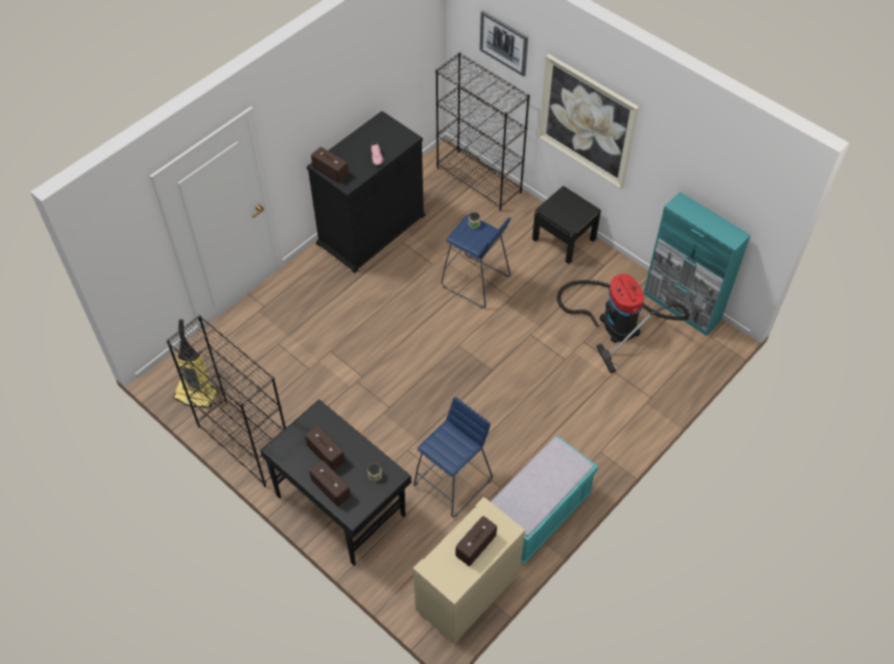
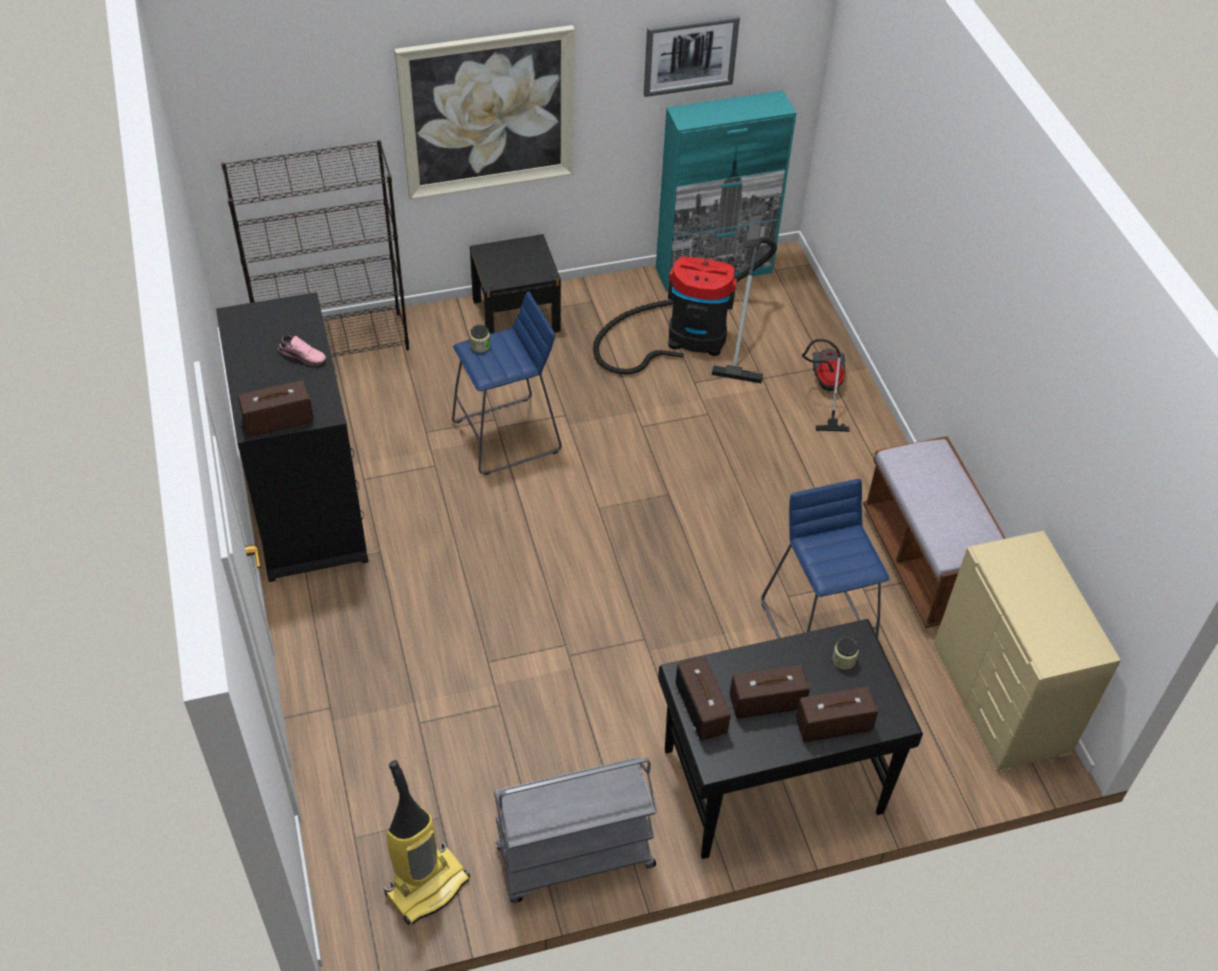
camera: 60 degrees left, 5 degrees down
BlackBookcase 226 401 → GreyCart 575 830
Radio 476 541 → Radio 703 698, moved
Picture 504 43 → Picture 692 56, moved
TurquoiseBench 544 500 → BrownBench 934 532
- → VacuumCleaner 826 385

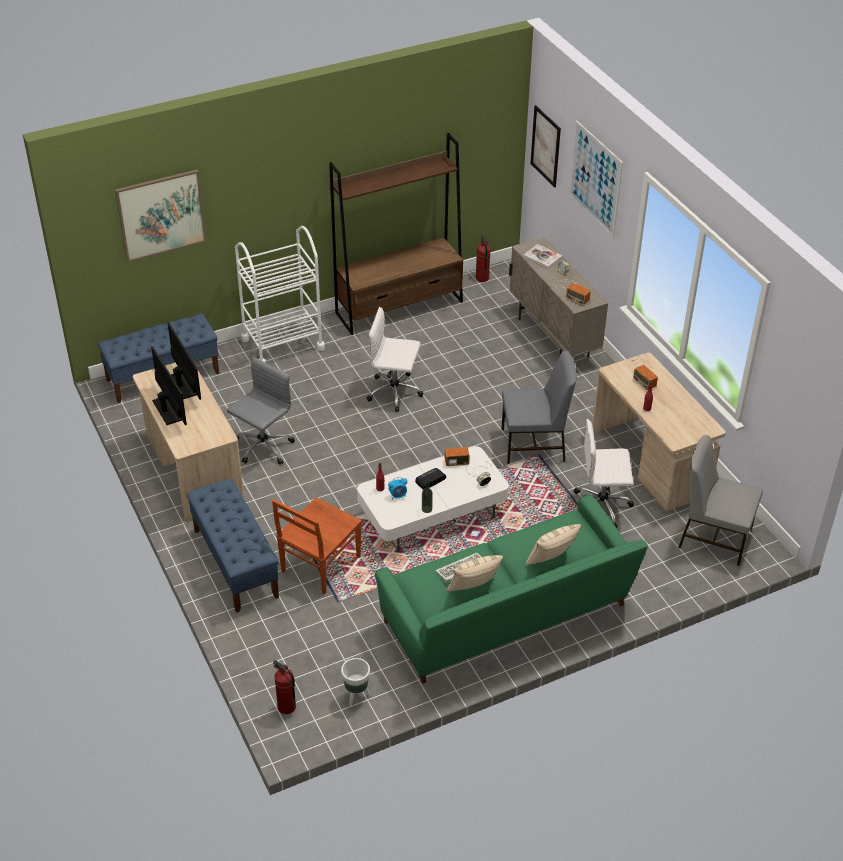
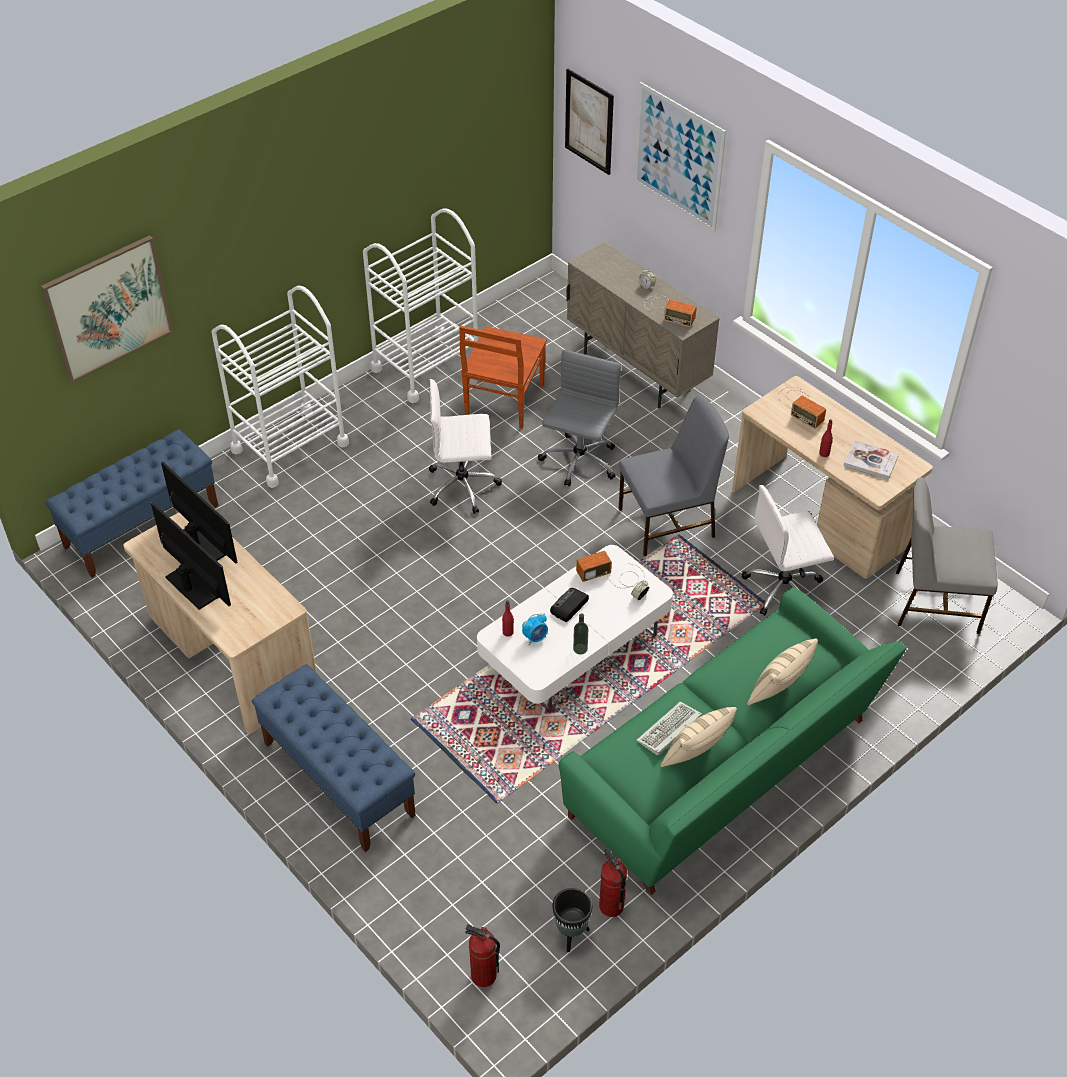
camera: 15 degrees left, 5 degrees up
GreyOfficeChair 261 411 → GreyOfficeChair 579 418, moved
BrownChair 317 545 → BrownChair 503 377, moved
BrownBookcase 396 234 → WhiteCart 420 305
WhitePlanter 355 682 → BlackPlanter 572 920
FireExtinguisher 483 258 → FireExtinguisher 613 882, moved
Book 543 256 → Book 871 460, moved

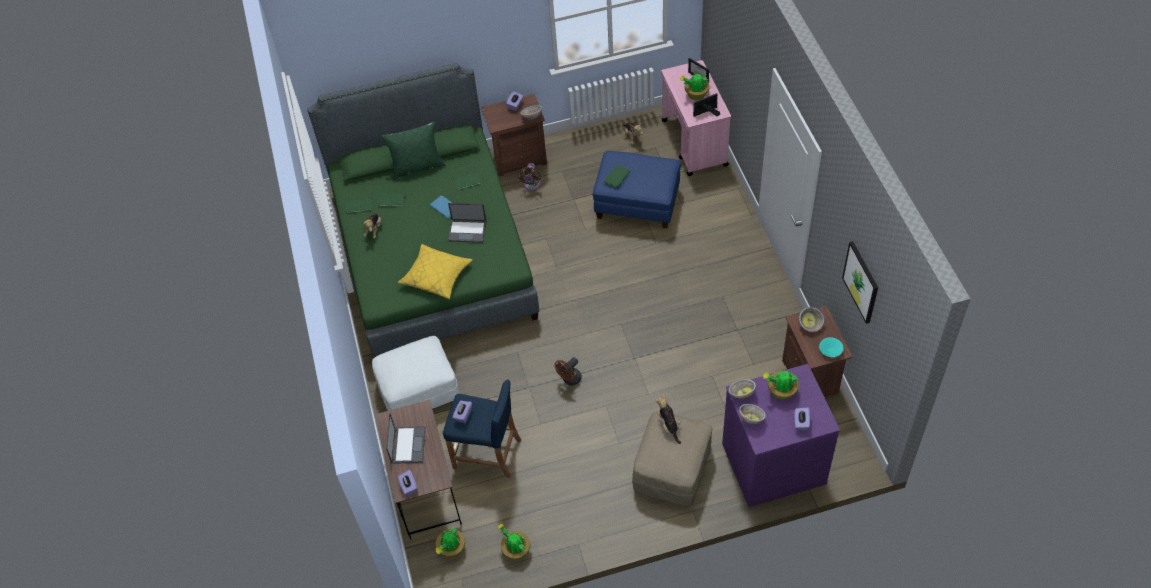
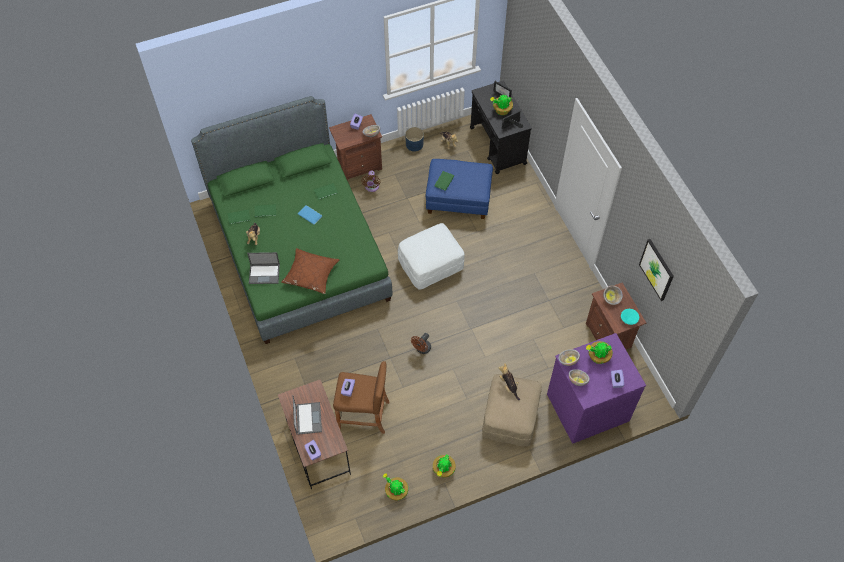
camera: 10 degrees left, 5 degrees up
WhiteOttoman 415 373 → WhiteOttoman 431 256, moved
GreenPillow 413 150 → -
YellowPillow 435 271 → BrownPillow 310 271
PottedPlant 450 542 → PottedPlant 444 465, moved
BlueStool 482 429 → BrownStool 361 397
Laptop 467 223 → Laptop 263 268, moved
PinkCart 696 118 → BlackCart 501 127
- → BluePlanter 414 139

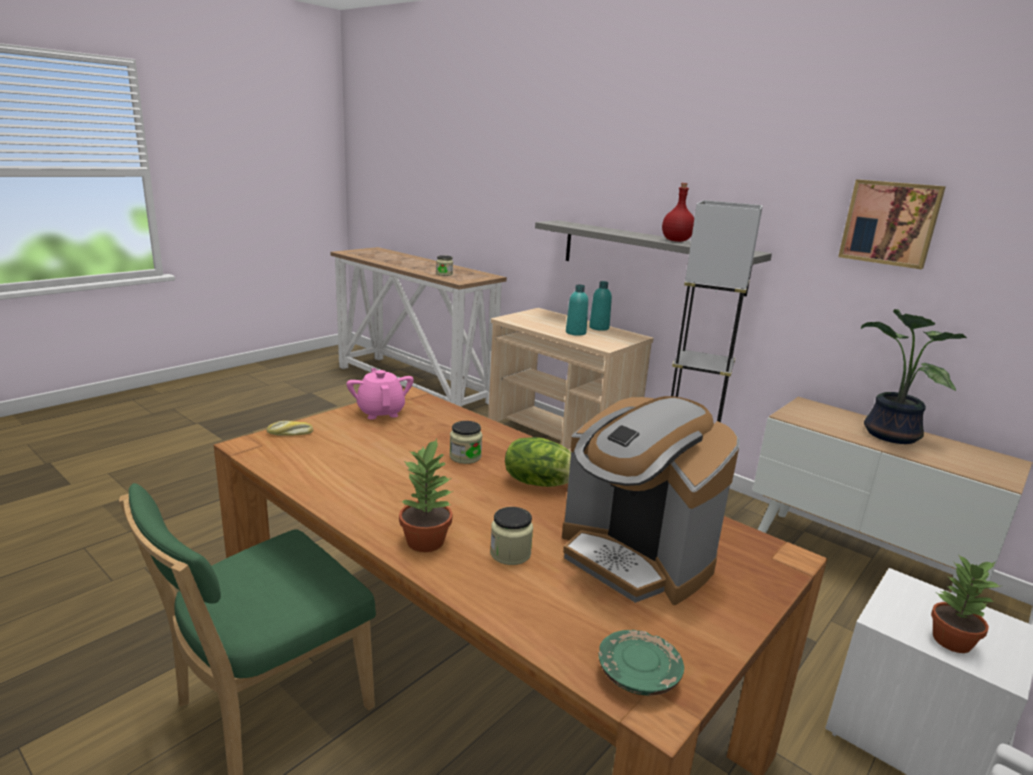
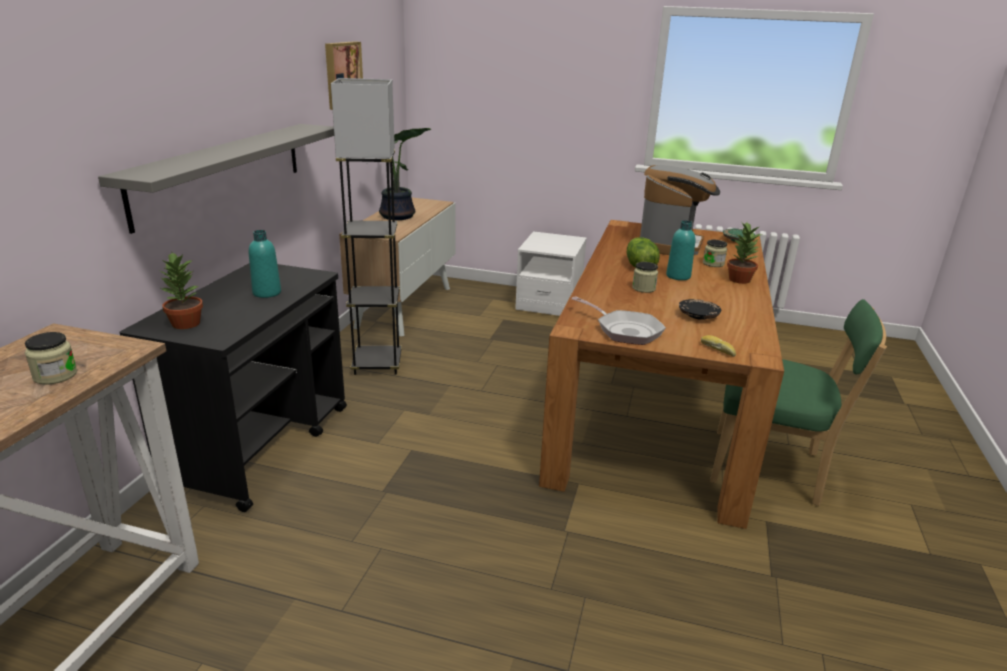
camera: 115 degrees left, 5 degrees up
PinkTeapot 380 393 → FryingPan 618 320
BeigeCart 570 380 → BlackCart 233 387
TurquoiseBottle 600 306 → TurquoiseBottle 680 250, moved
RedBottle 678 212 → -
PottedPlant 965 603 → PottedPlant 181 290, moved
- → BlackPlate 700 309

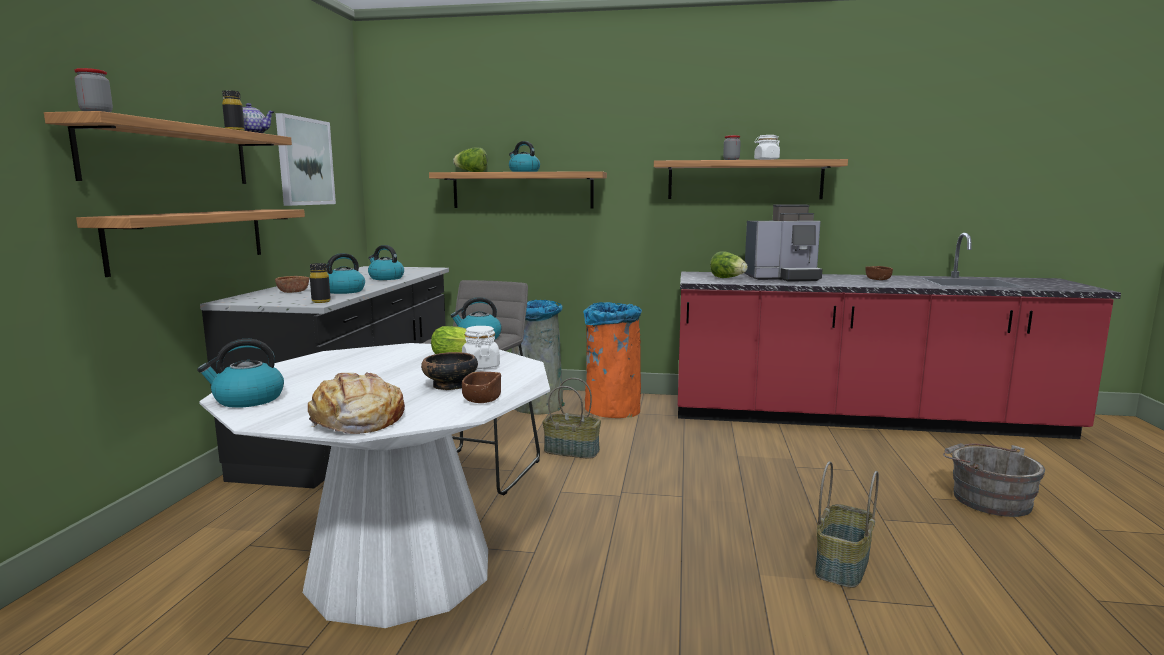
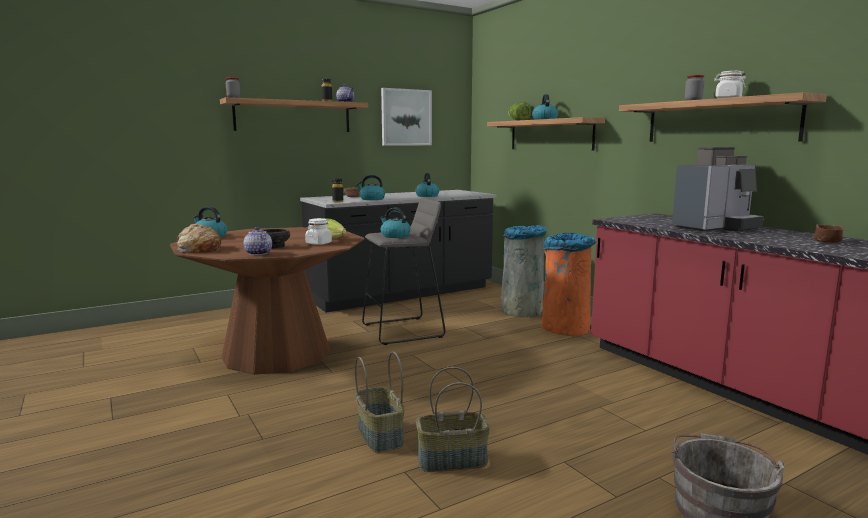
camera: 50 degrees right, 0 degrees up
Shelf 190 243 → -
WhiteDiningTable 374 485 → BrownDiningTable 267 301
BrownBowl 481 387 → Teapot 258 241
Basket 572 418 → Basket 380 402, moved
Lettuce 729 264 → -
CoffeeMachine 783 243 → CoffeeMachine 718 189, 75 degrees counterclockwise

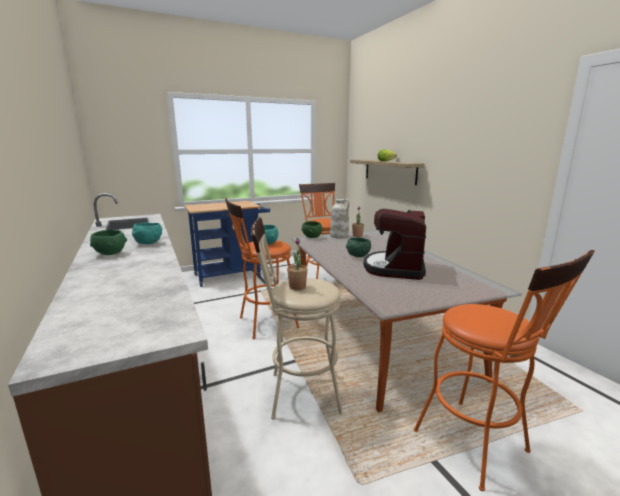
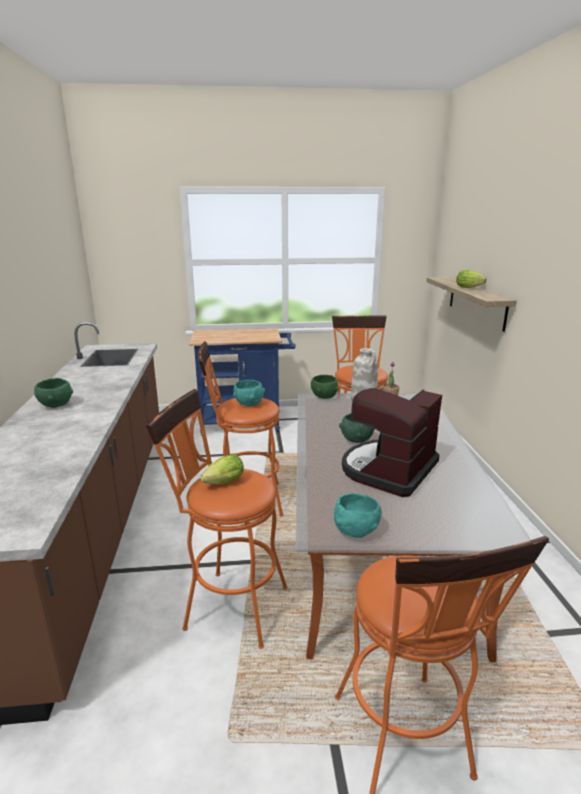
camera: 20 degrees right, 5 degrees up
TurquoiseBowl 147 233 → TurquoiseBowl 358 515, moved
BeigeStool 297 318 → OrangeStool 217 519
PottedPlant 297 264 → Lettuce 222 469

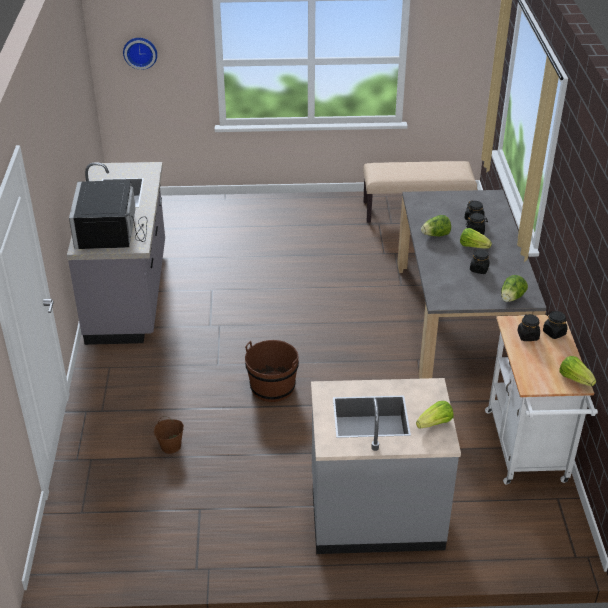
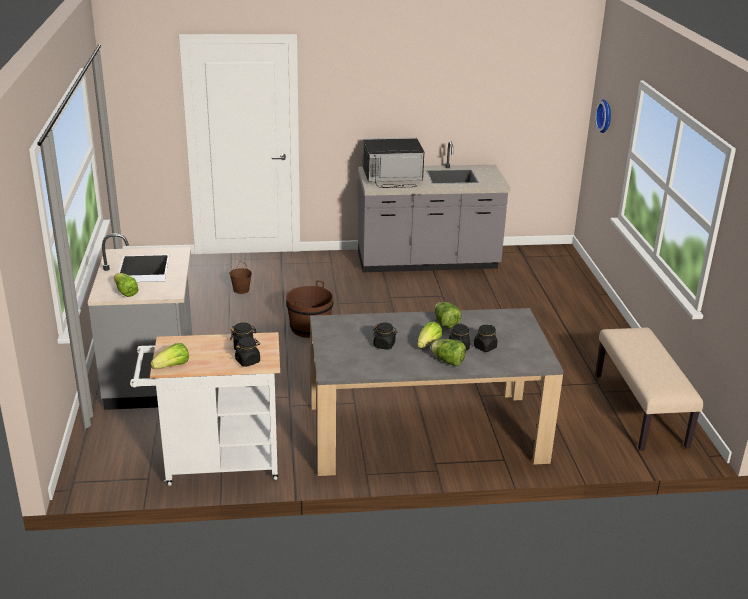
camera: 85 degrees right, 10 degrees down
Lettuce 514 288 → Lettuce 448 352, moved

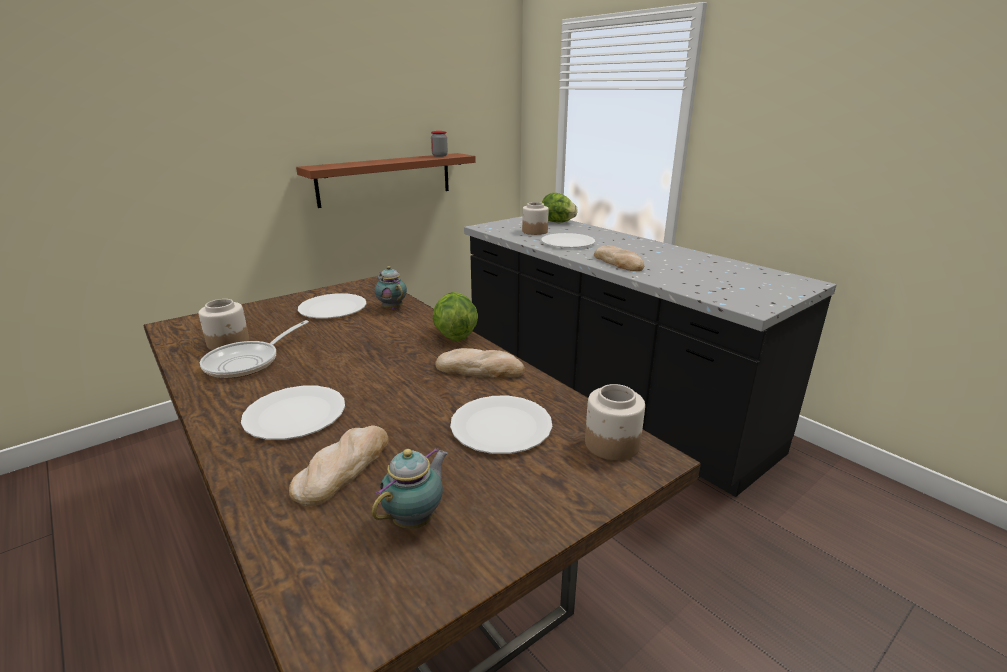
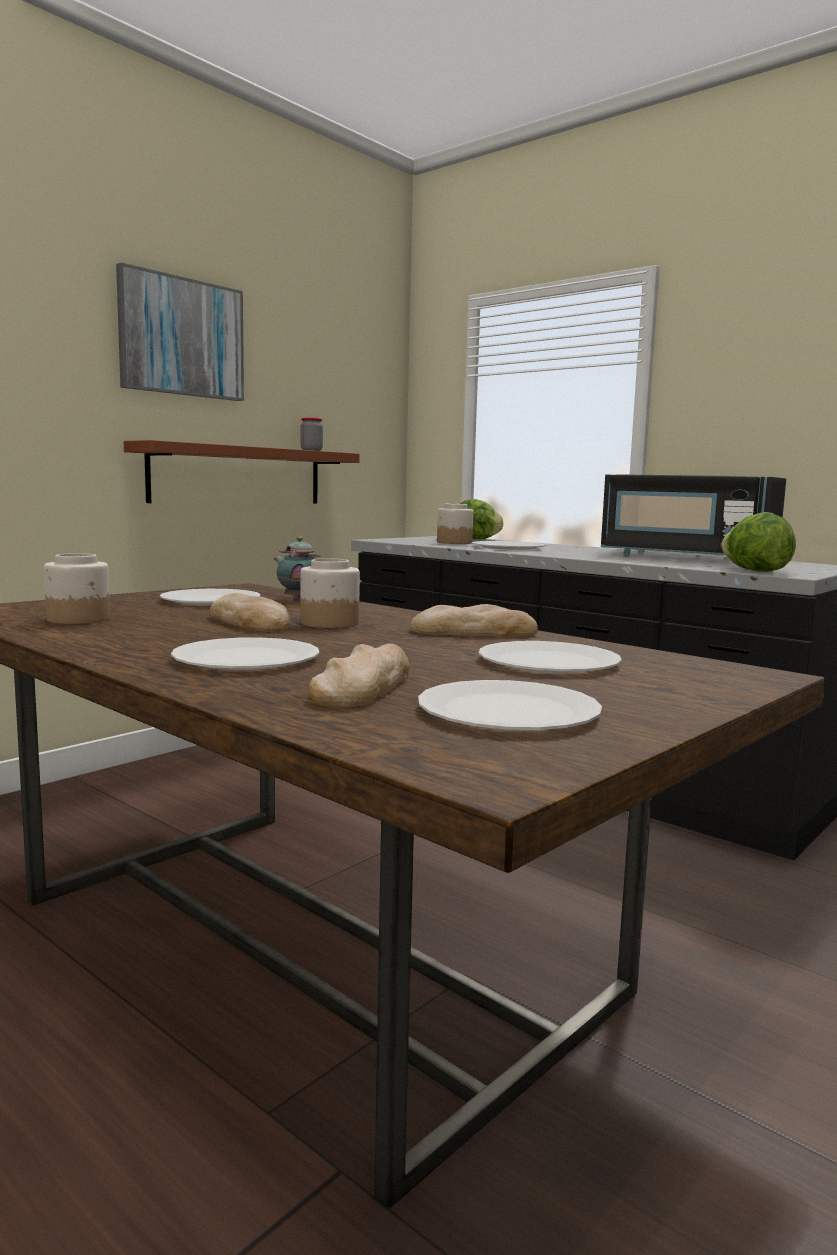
camera: 10 degrees left, 15 degrees down
FryingPan 254 349 → -
Teapot 410 488 → WhitePlate 510 705
Lettuce 455 316 → Lettuce 758 542, moved
Jar 615 422 → Jar 330 593, moved
Bread 619 258 → Bread 250 612, moved
- → Picture 180 332
- → BlackMicrowave 693 514

